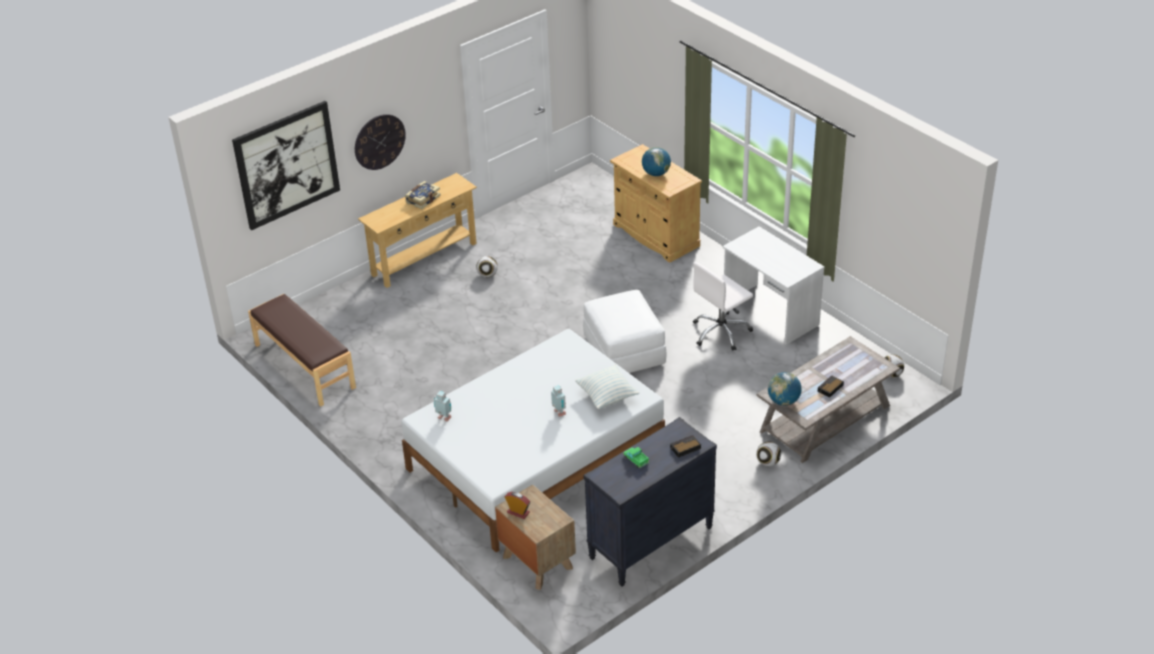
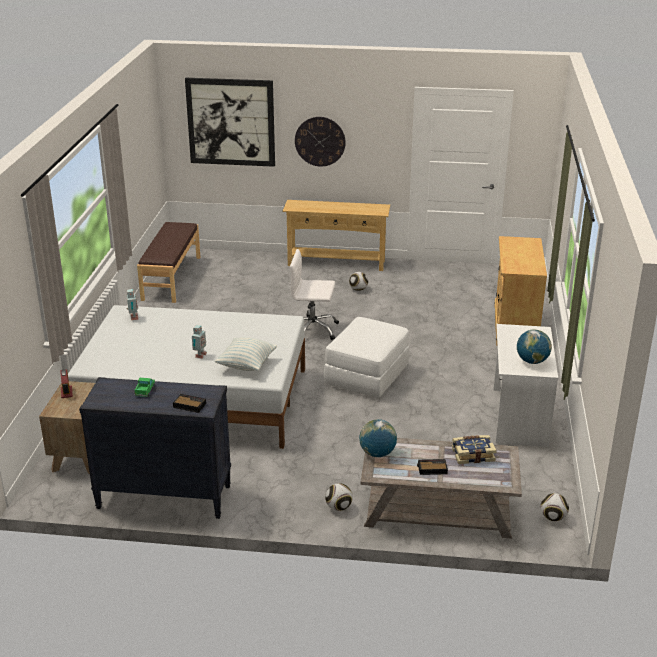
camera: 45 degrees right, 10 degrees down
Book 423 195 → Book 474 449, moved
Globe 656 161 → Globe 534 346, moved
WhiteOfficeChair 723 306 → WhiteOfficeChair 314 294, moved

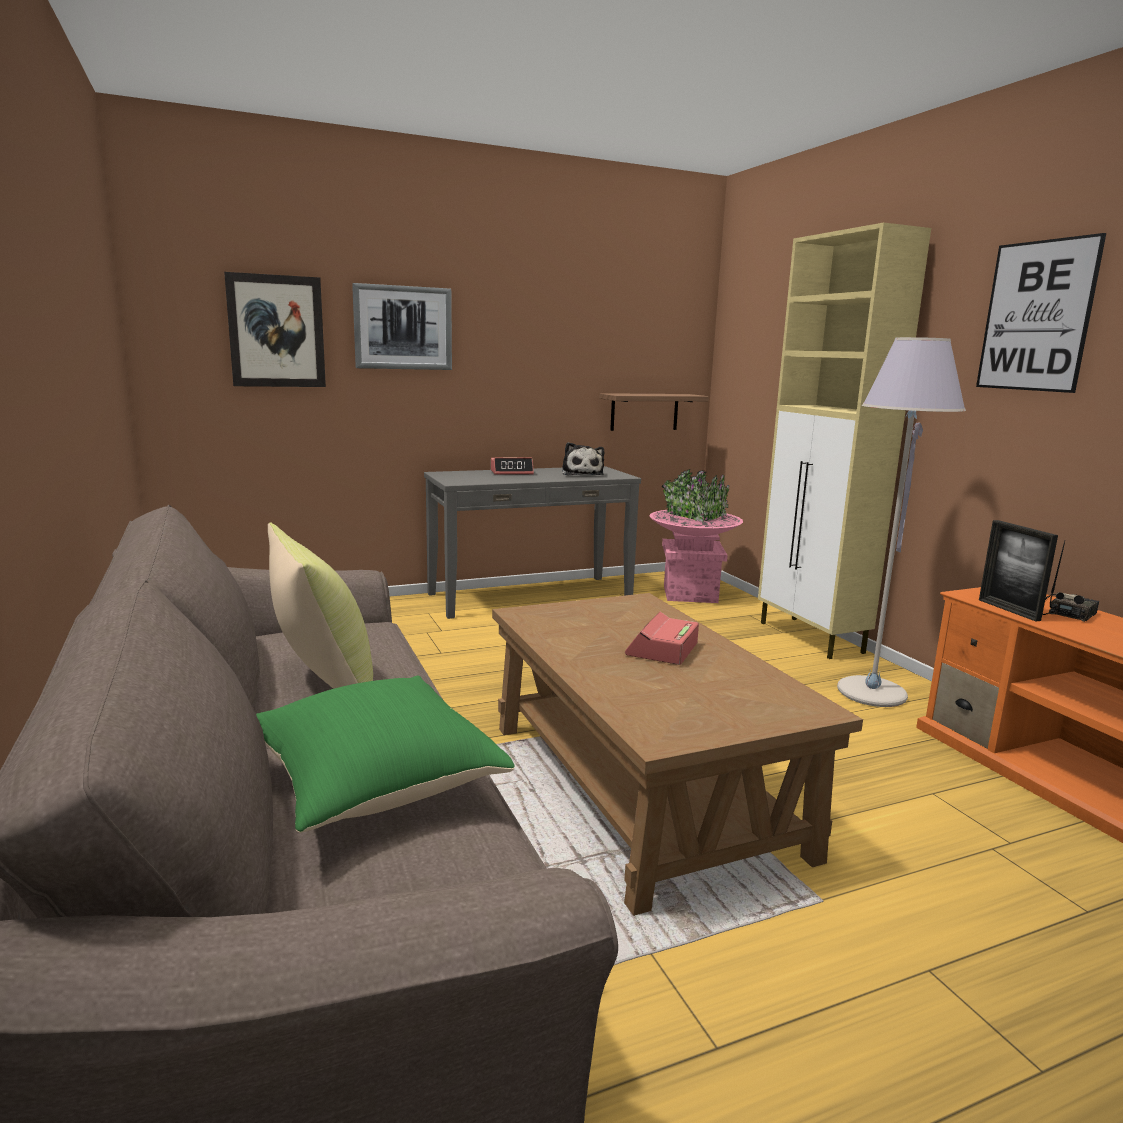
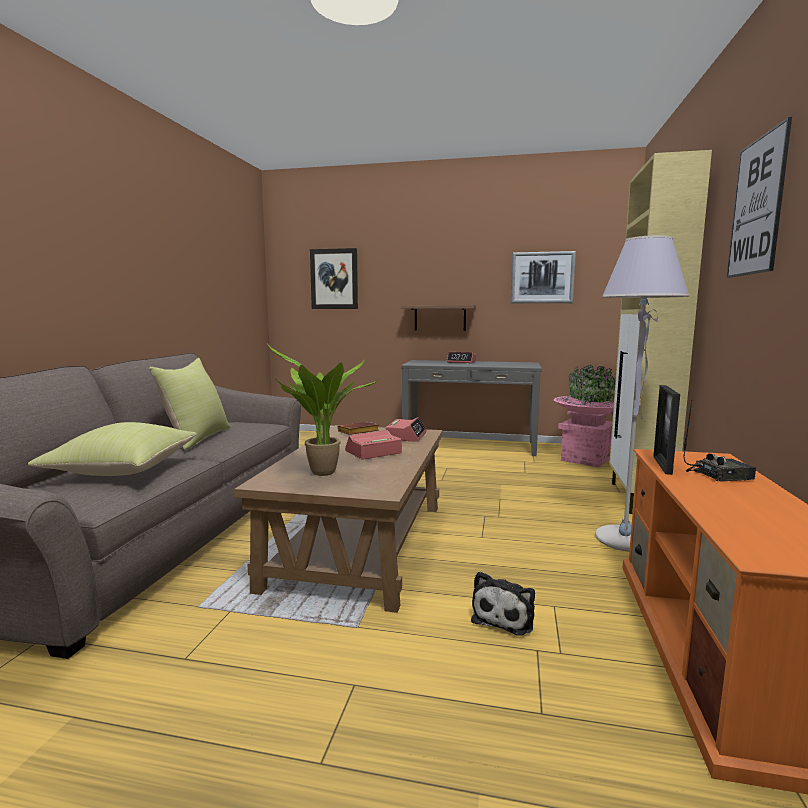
camera: 35 degrees right, 5 degrees down
GreenPillow 385 754 → YellowPillow 112 449
Picture 402 326 → Picture 543 277, moved
PlushToy 583 459 → PlushToy 503 603, moved
Shelf 654 412 → Shelf 438 318, moved
- → PottedPlant 324 409
- → BrownBook 358 428
- → AlarmClock 406 429

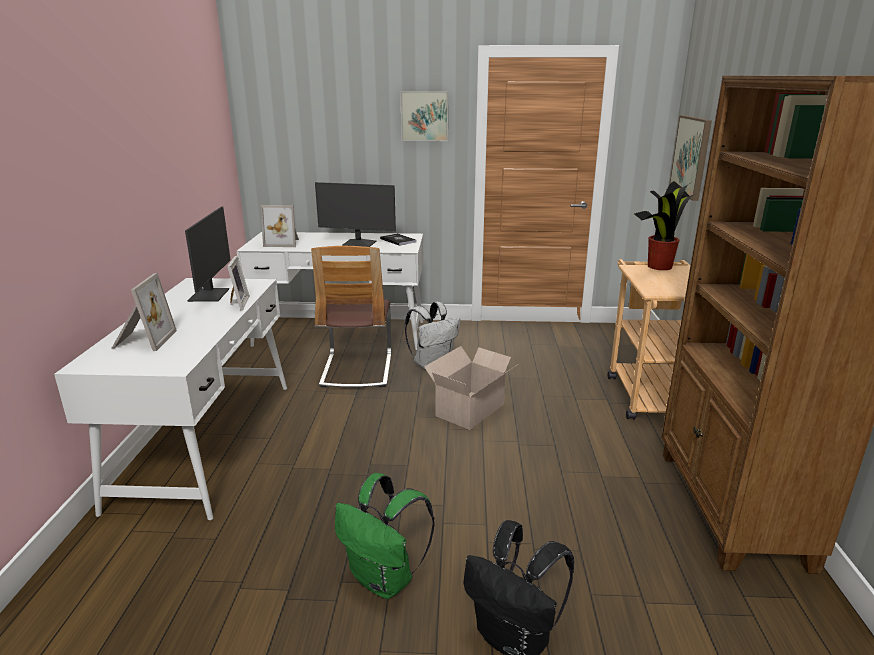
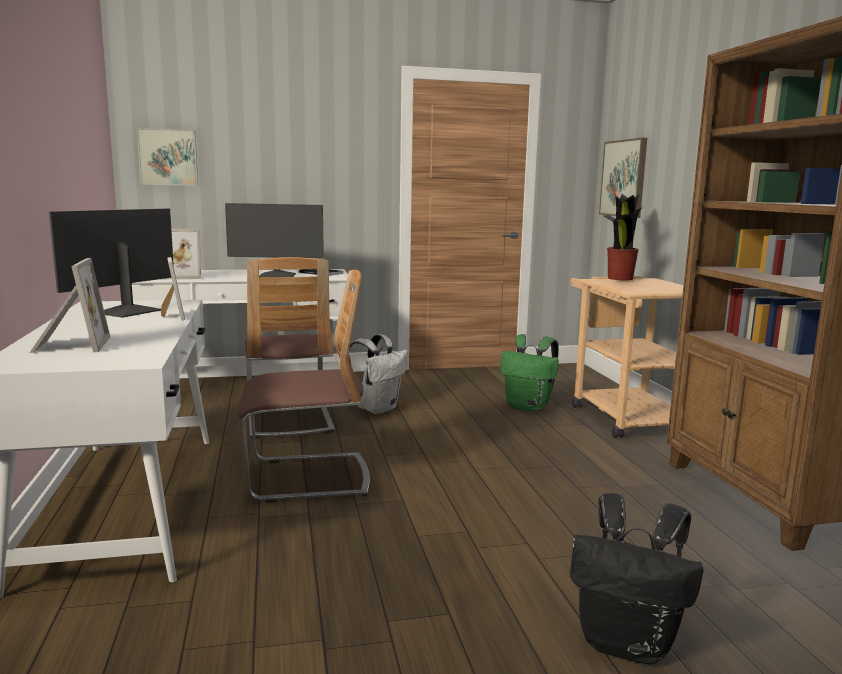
camera: 15 degrees left, 10 degrees down
Monitor 208 254 → Monitor 111 263, 135 degrees counterclockwise
GreenBackpack 385 536 → GreenBackpack 529 372, moved
Picture 424 116 → Picture 167 157, moved
CardboardBox 471 388 → -
- → Chair 304 386

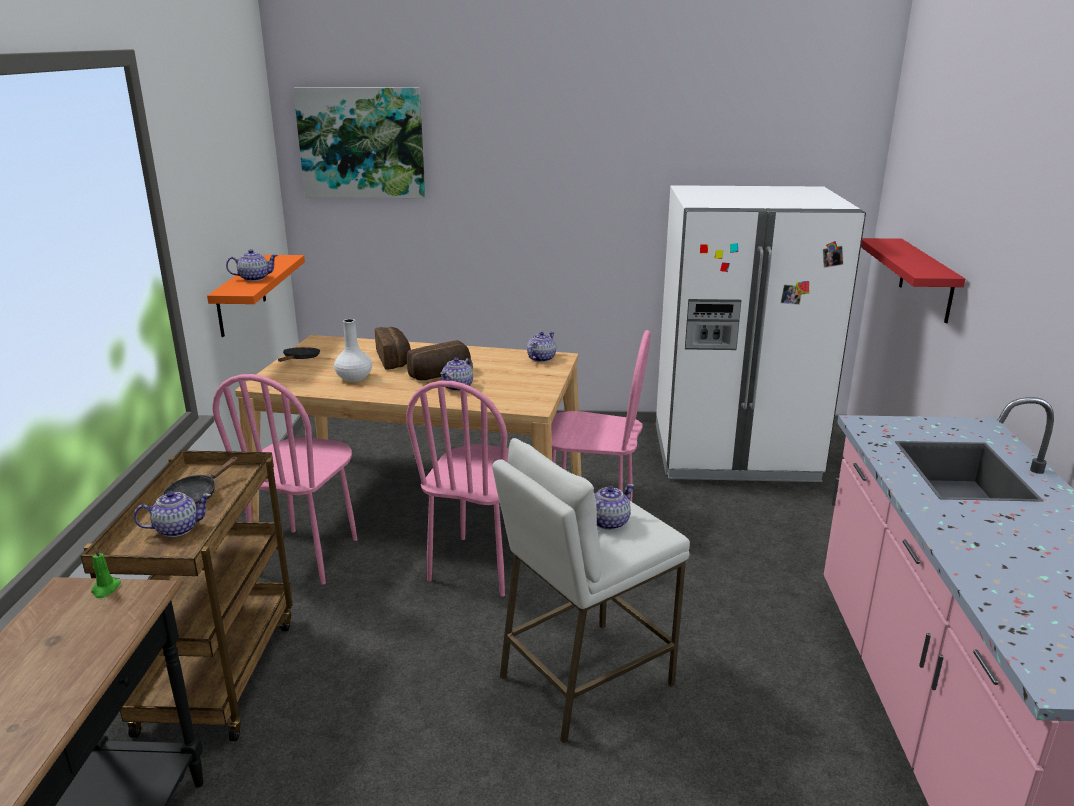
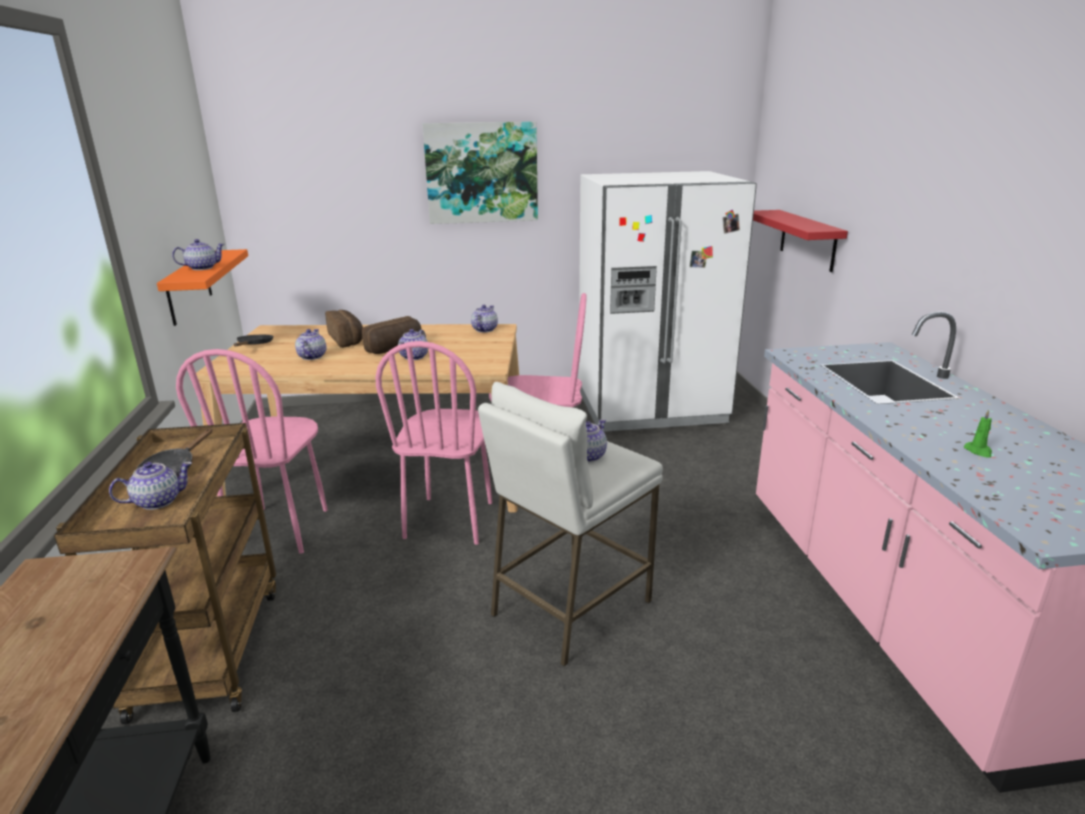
camera: 10 degrees left, 0 degrees up
GreenCandle 106 572 → GreenCandle 978 433, moved
Picture 359 142 → Picture 480 172, moved
WhiteVase 353 350 → Teapot 310 344

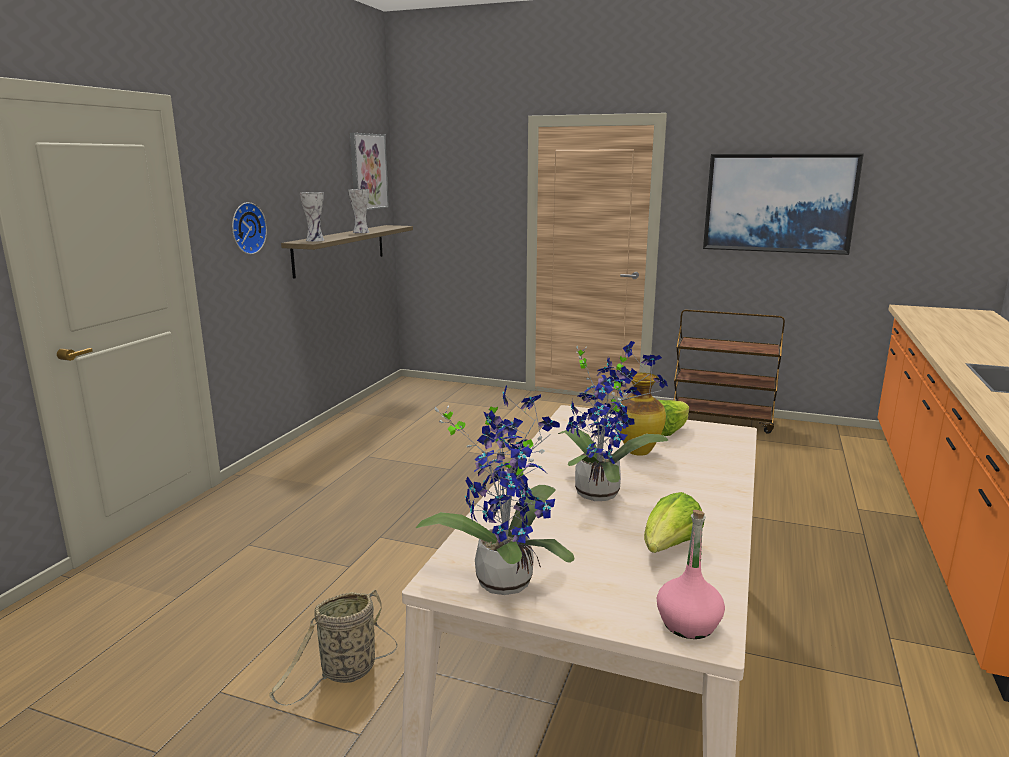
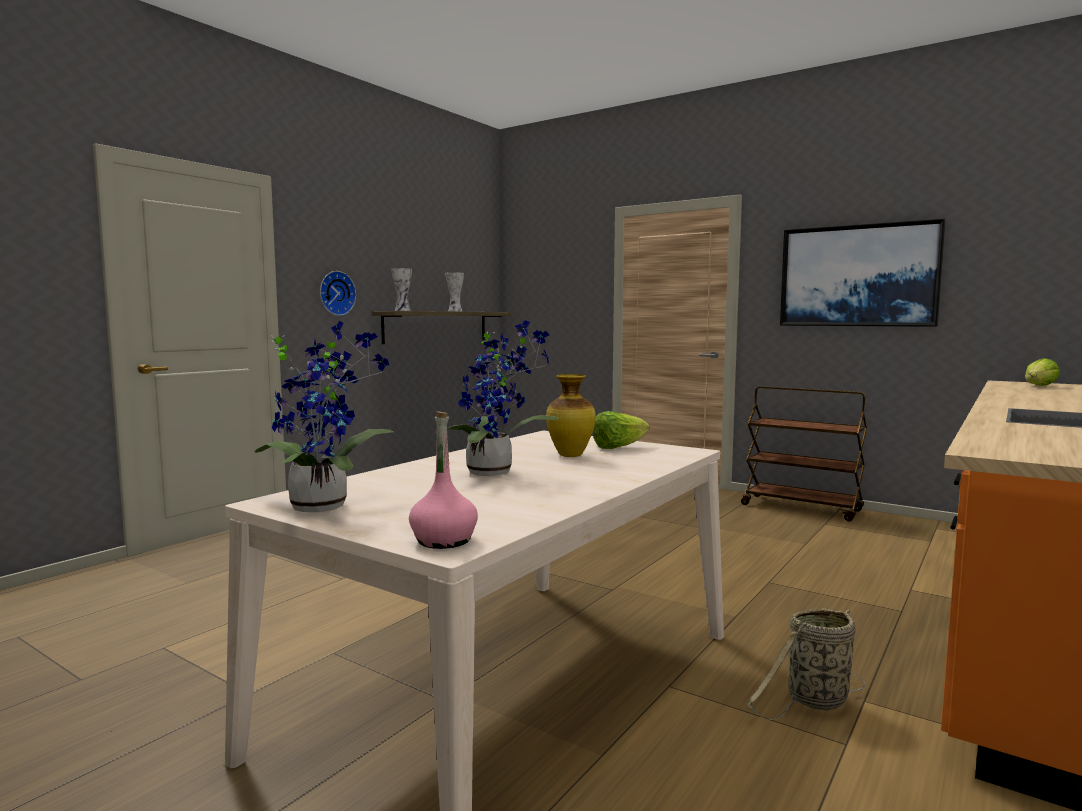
camera: 15 degrees right, 10 degrees down
Basket 333 648 → Basket 806 664, moved
Picture 369 171 → -
Lettuce 674 522 → Lettuce 1042 372, moved

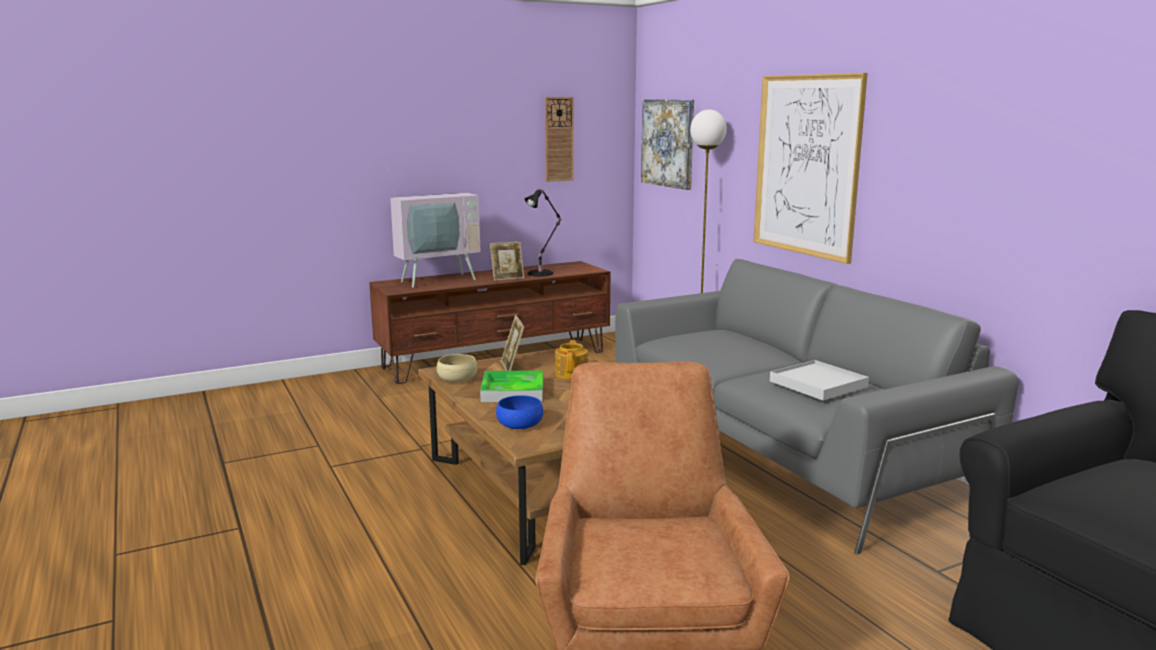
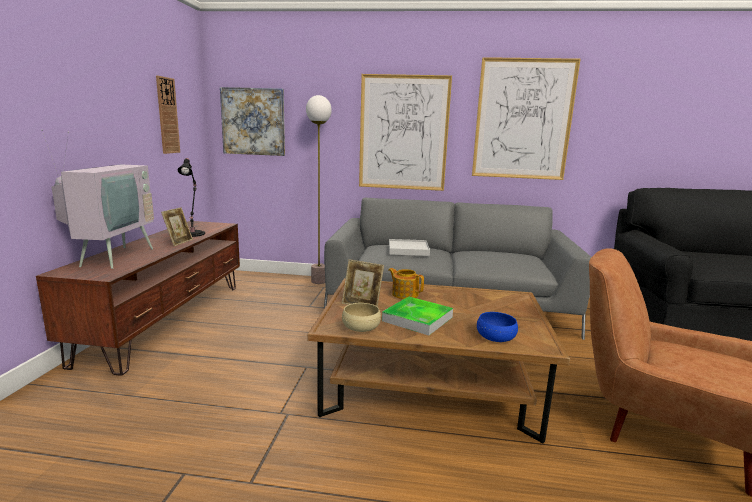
camera: 55 degrees left, 0 degrees up
WhiteTray 819 380 → WhiteTray 409 247, moved
- → Picture 526 118

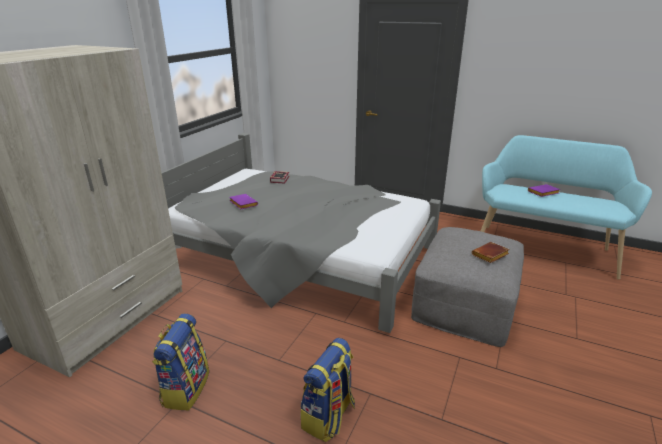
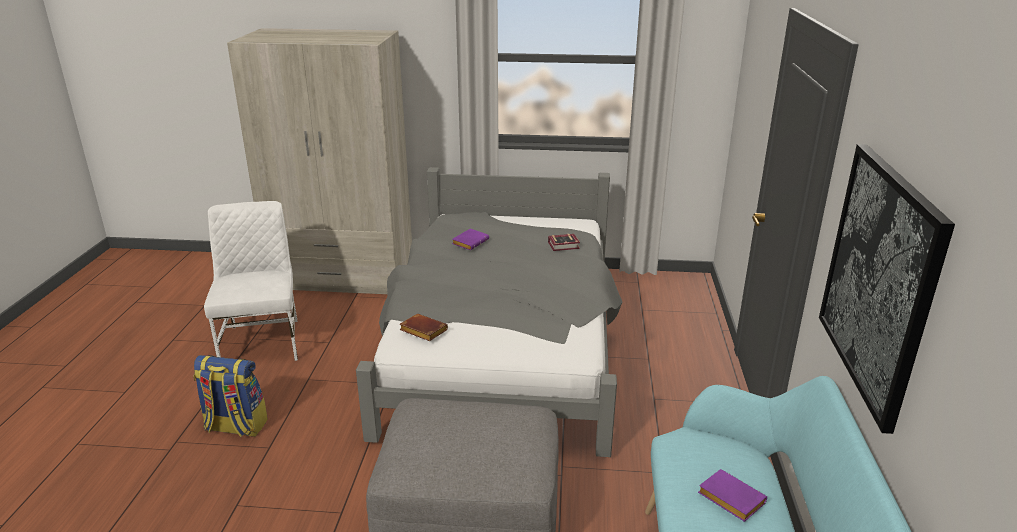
camera: 70 degrees right, 0 degrees up
Backpack 180 362 → WhiteChair 251 281
BrownBook 491 252 → BrownBook 424 327, moved
- → Picture 887 289

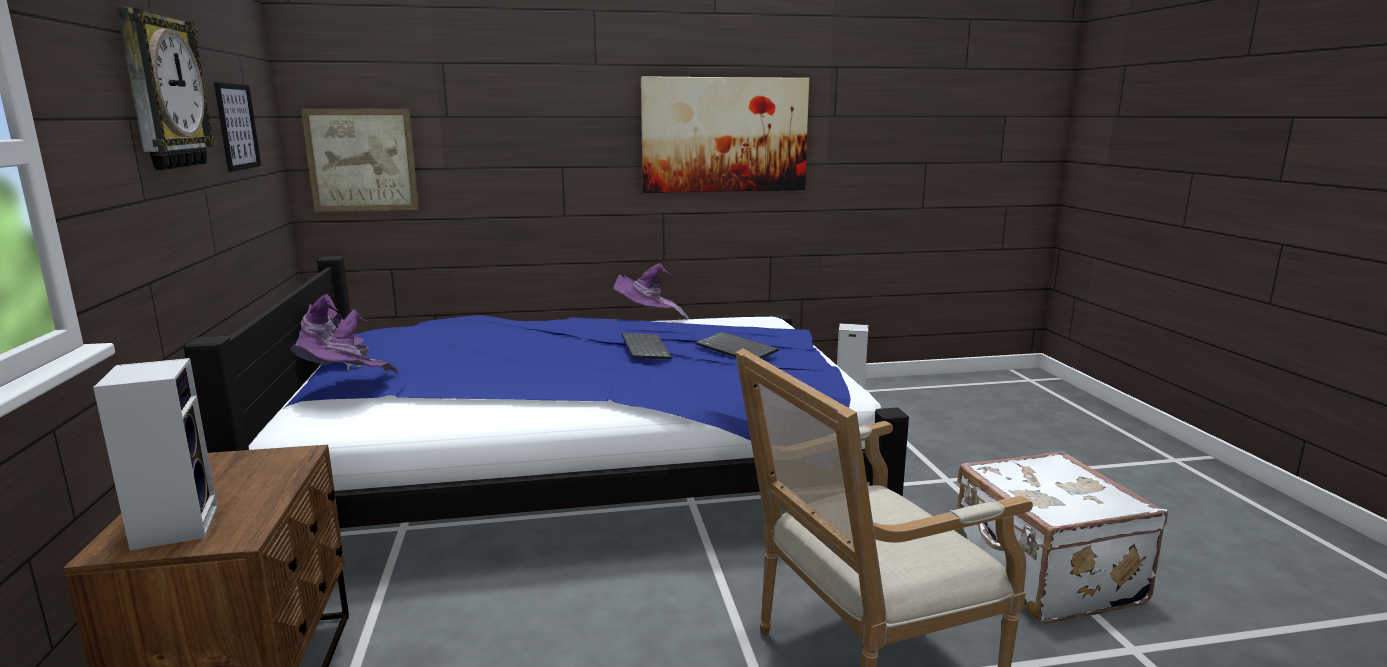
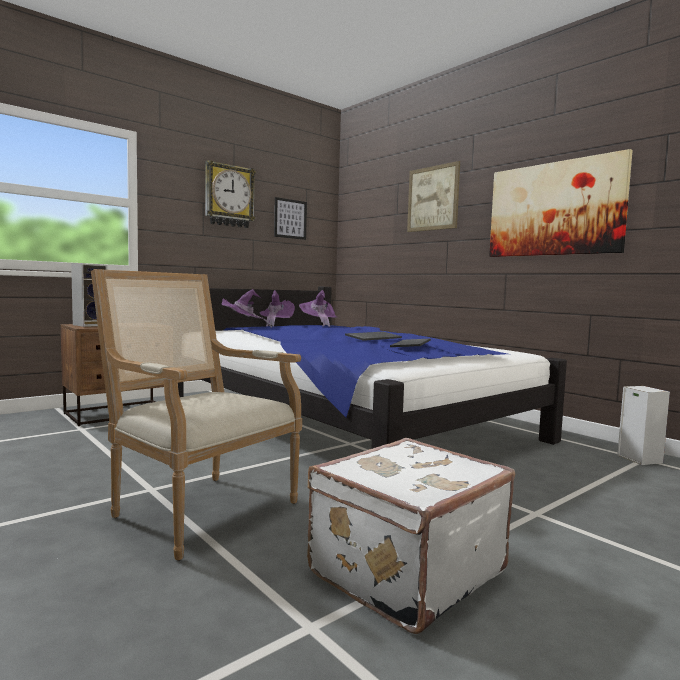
camera: 60 degrees right, 10 degrees down
Picture 360 160 → Picture 433 196, moved
PurpleHat 651 291 → PurpleHat 318 308, moved

